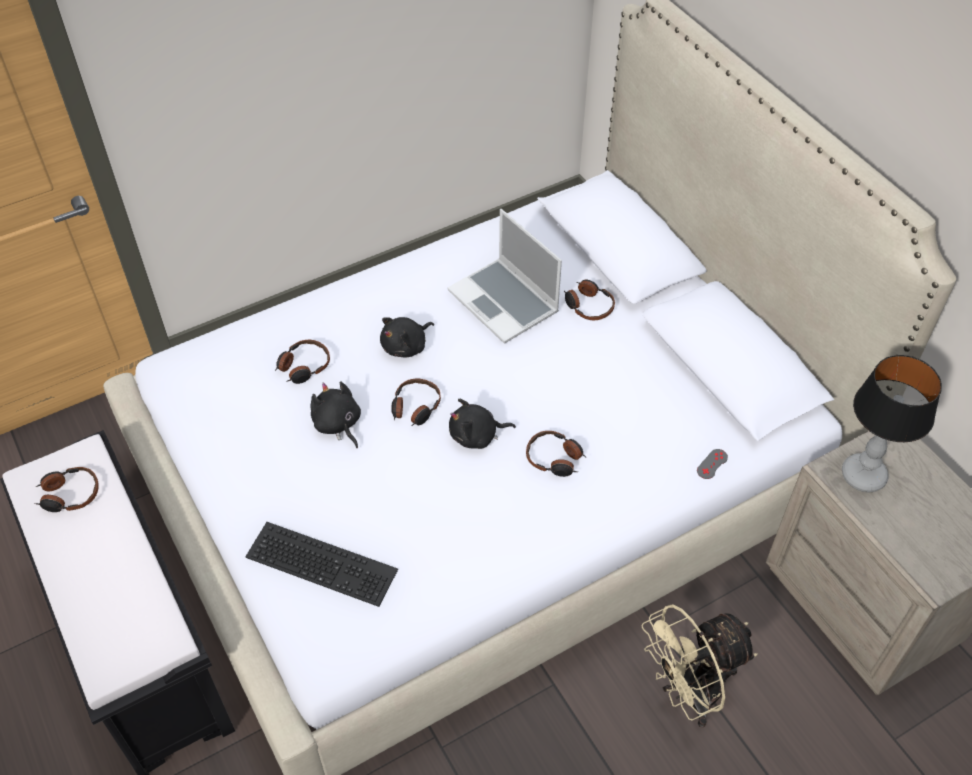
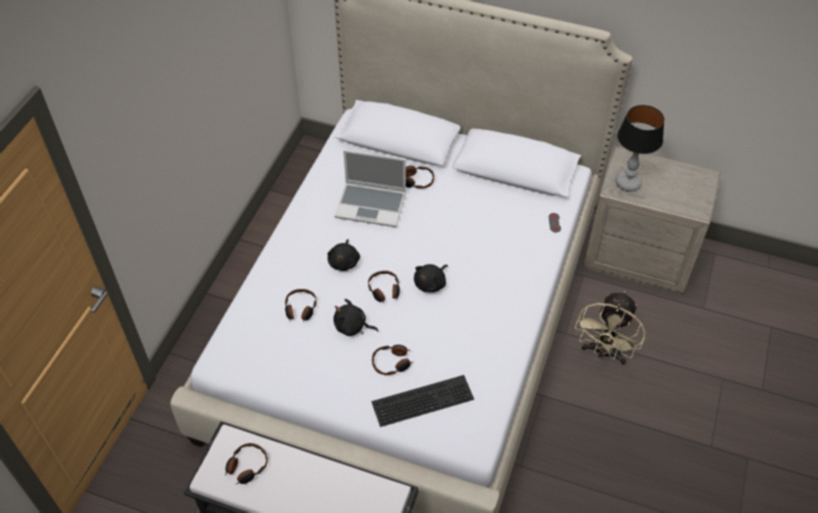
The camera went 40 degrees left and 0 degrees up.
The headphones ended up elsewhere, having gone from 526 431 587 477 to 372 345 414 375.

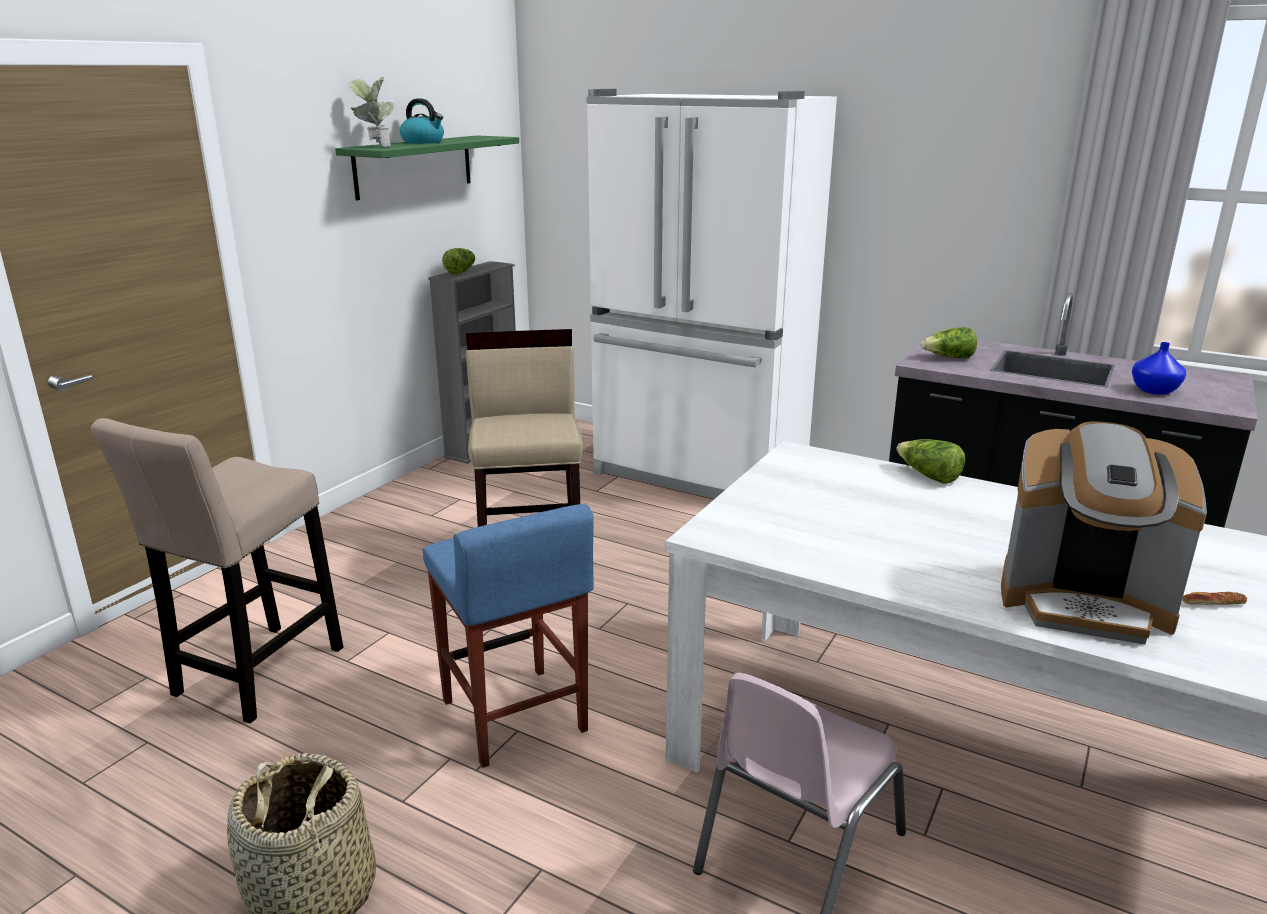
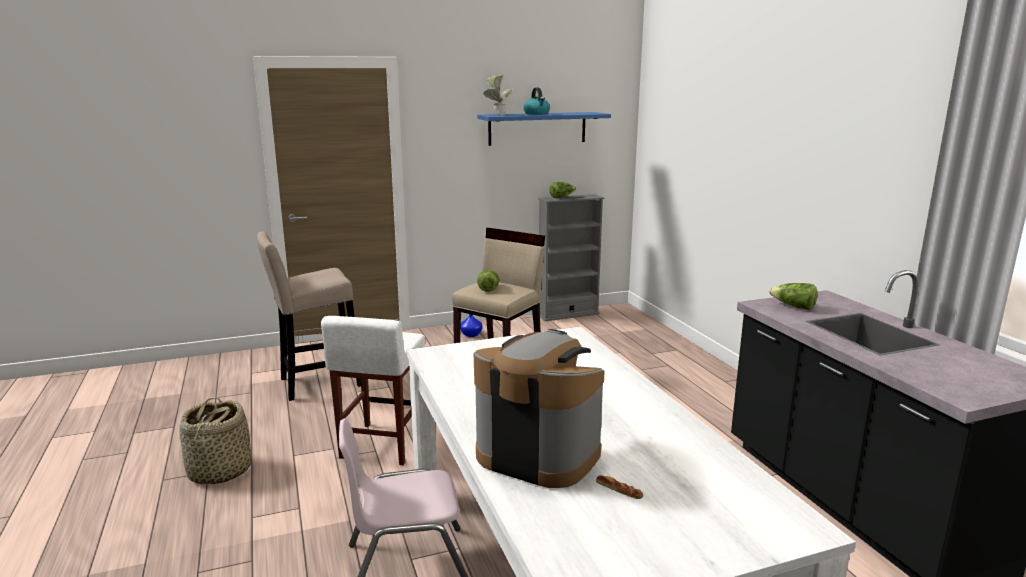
The camera went 40 degrees right and 5 degrees down.
What was the stool (blue) at 423 504 594 768 turned into the stool (white) at 321 316 425 465.
The vase (blue) ended up elsewhere, having gone from 1132 342 1186 395 to 461 314 483 337.
The coffee machine at 1001 421 1207 644 ended up facing another way, 150 degrees clockwise from before.
What was the shelf (green) at 335 135 519 200 turned into the shelf (blue) at 477 112 611 146.
The lettuce ended up elsewhere, having gone from 896 439 965 484 to 477 269 499 292.
The second view lost the fridge (white) at 586 89 837 499.

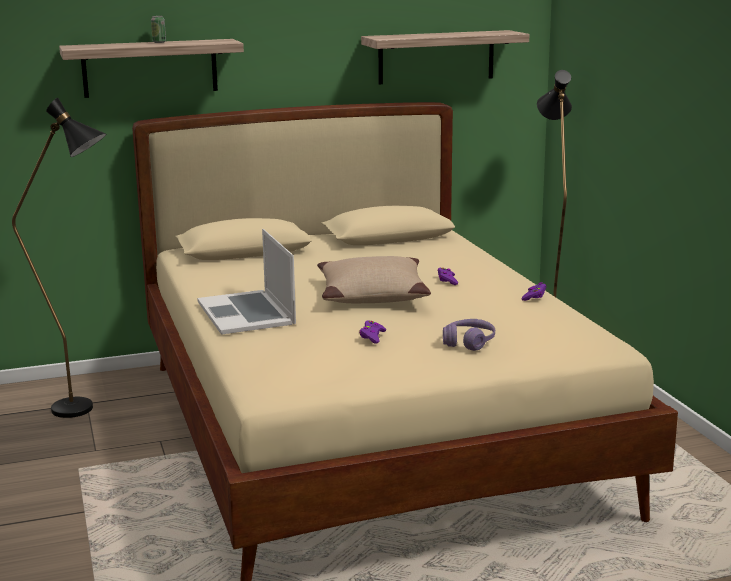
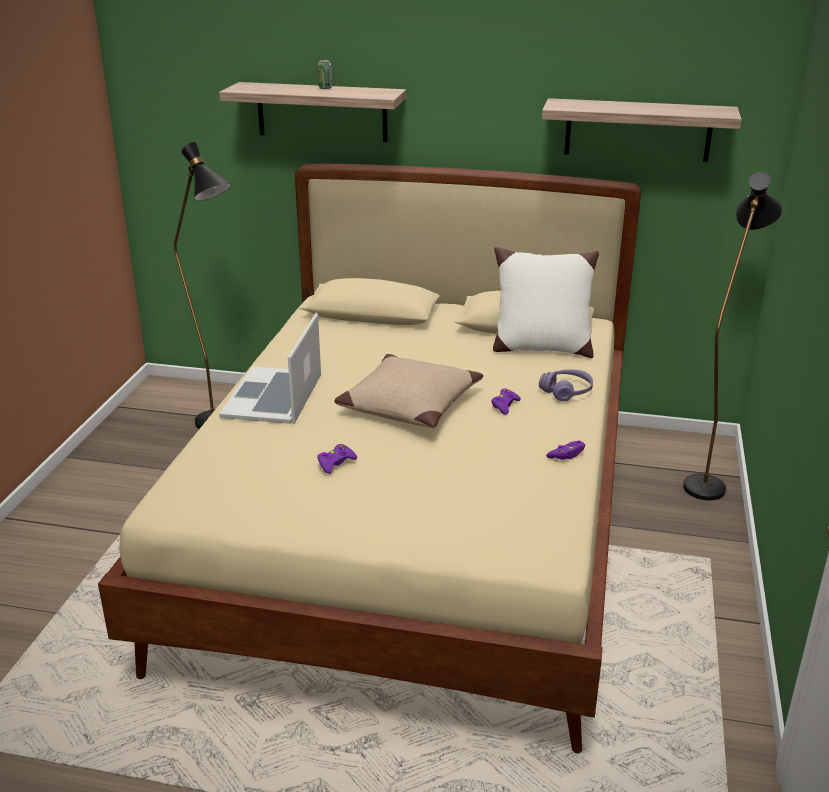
The camera went 30 degrees right and 10 degrees up.
The second view gained the pillow (white) at 493 247 599 358.
The headphones (purple) ended up elsewhere, having gone from 443 319 495 351 to 539 369 593 402.

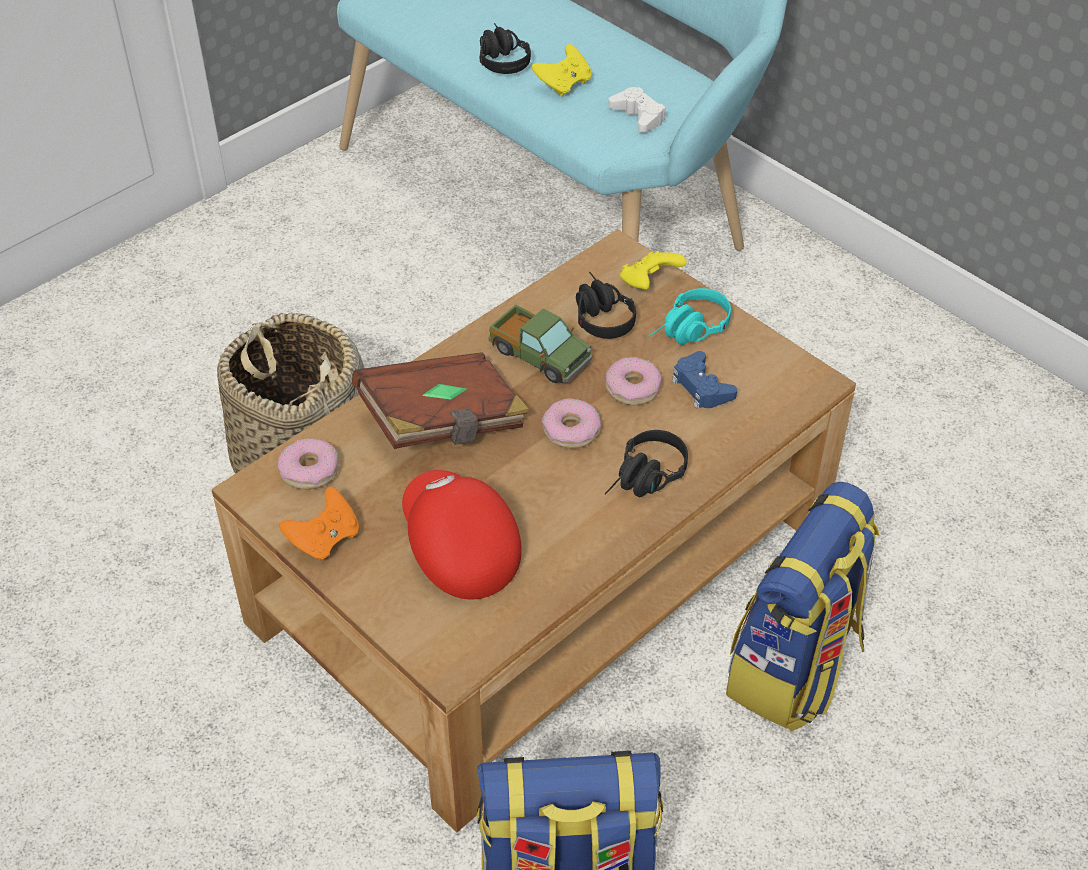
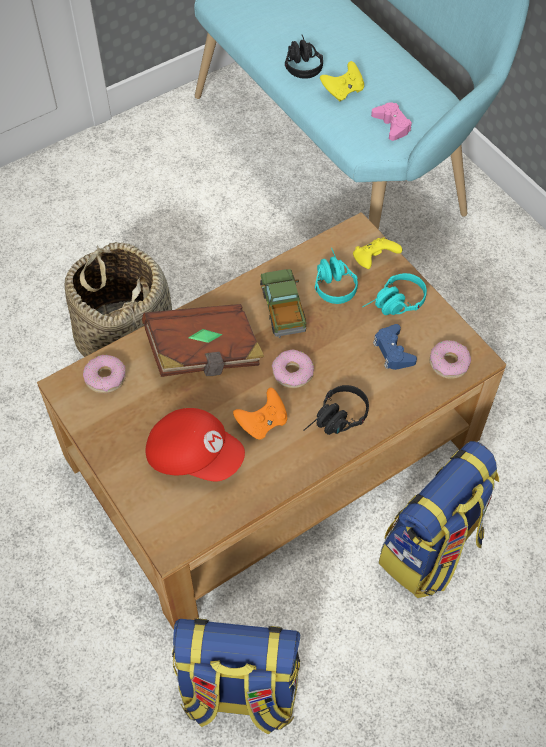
The camera went 10 degrees right and 10 degrees up.
The cap (red) at 402 470 522 600 ended up facing another way, 135 degrees clockwise from before.
The game controller (orange) ended up elsewhere, having gone from 279 487 359 560 to 233 388 287 440.
The toy truck at 489 305 592 383 ended up facing another way, 150 degrees counterclockwise from before.
What was the headphones (black) at 576 272 636 339 turned into the headphones (turquoise) at 315 248 358 304.
What was the game controller (white) at 608 87 665 133 turned into the game controller (pink) at 371 102 412 141.
The donut ended up elsewhere, having gone from 605 357 662 405 to 429 340 471 379.

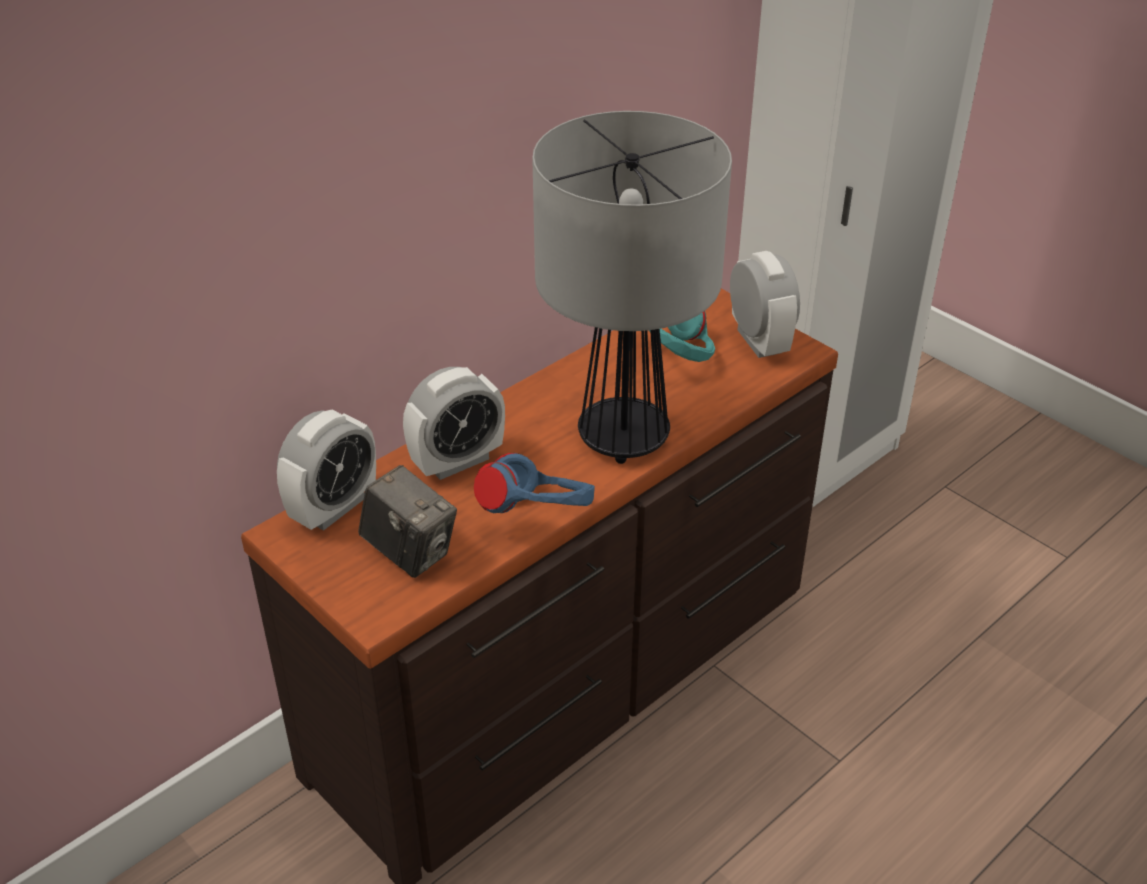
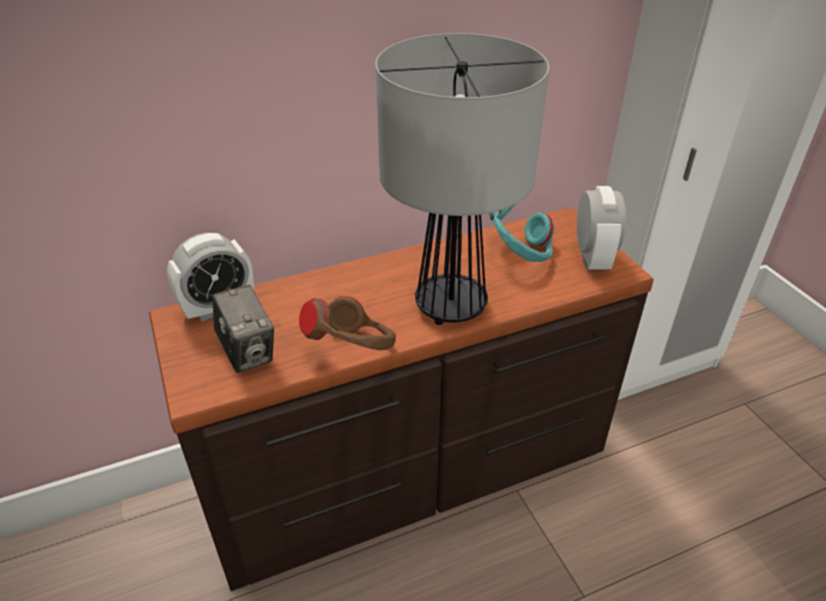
The camera went 20 degrees right and 0 degrees up.
What was the headphones (blue) at 474 453 595 513 turned into the headphones (brown) at 299 296 396 350.
The second view lost the alarm clock at 403 367 505 480.

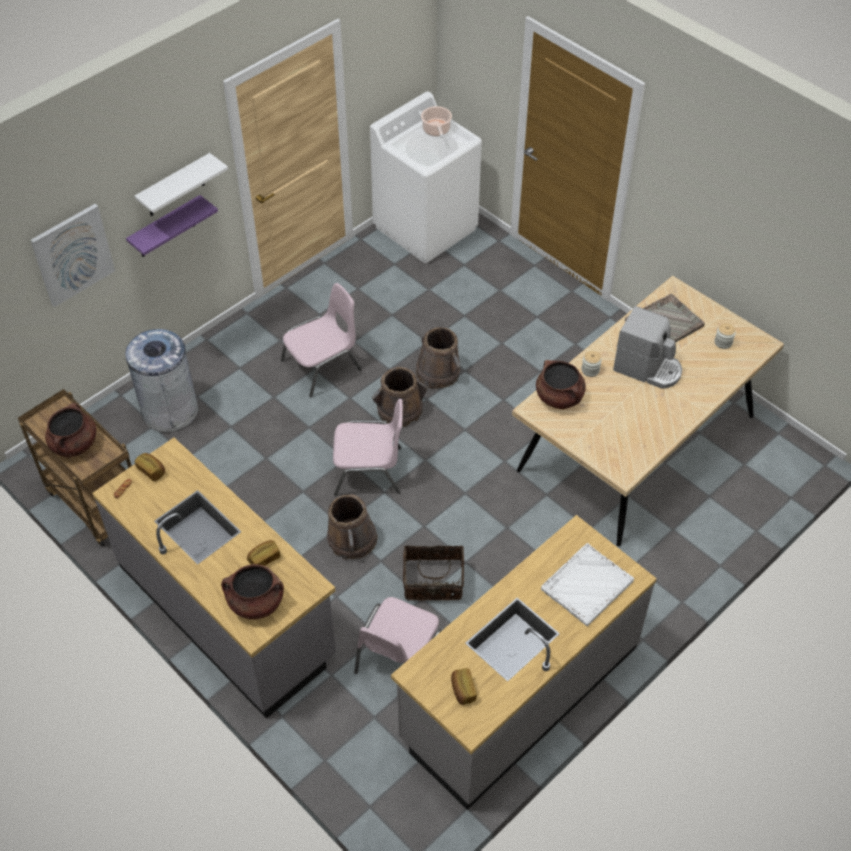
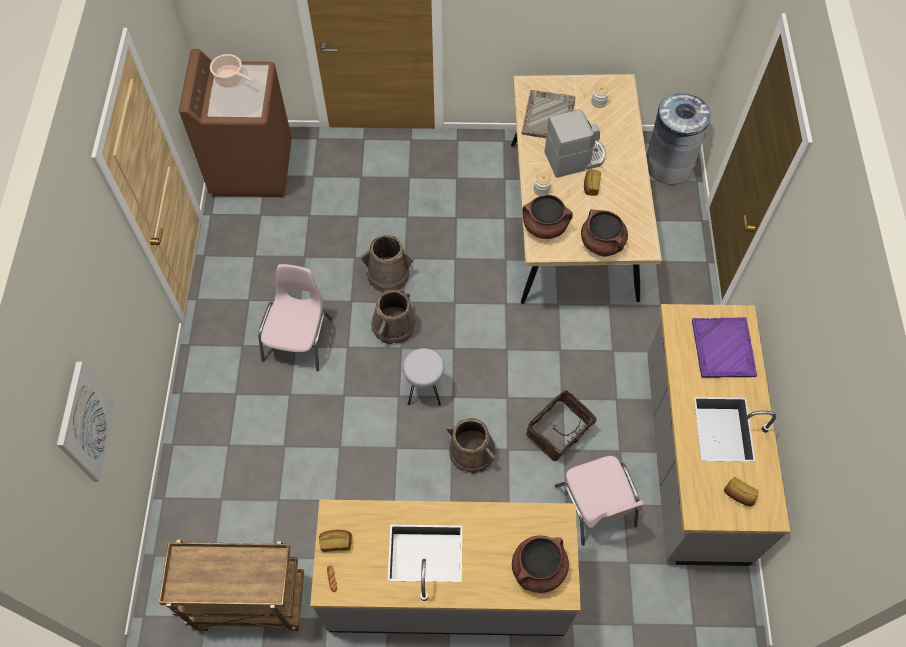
The camera went 45 degrees left and 10 degrees up.
What was the washing machine (white) at 370 92 482 263 turned into the washing machine (brown) at 179 49 292 197.
Where the chair (pink) stood at 333 399 403 496, the stool (grey) came to stand at 403 348 444 406.
The cooking pot (brown) ended up elsewhere, having gone from 45 403 96 458 to 581 209 628 257.
The bread ended up elsewhere, having gone from 247 540 281 566 to 584 170 601 196.
The trash can (grey) ended up elsewhere, having gone from 125 329 198 432 to 646 93 711 184.
What was the tray (white) at 541 543 634 627 turned into the tray (purple) at 692 317 757 378.
The second view lost the shelf (purple) at 126 195 218 257.
The second view lost the shelf (white) at 135 153 228 216.

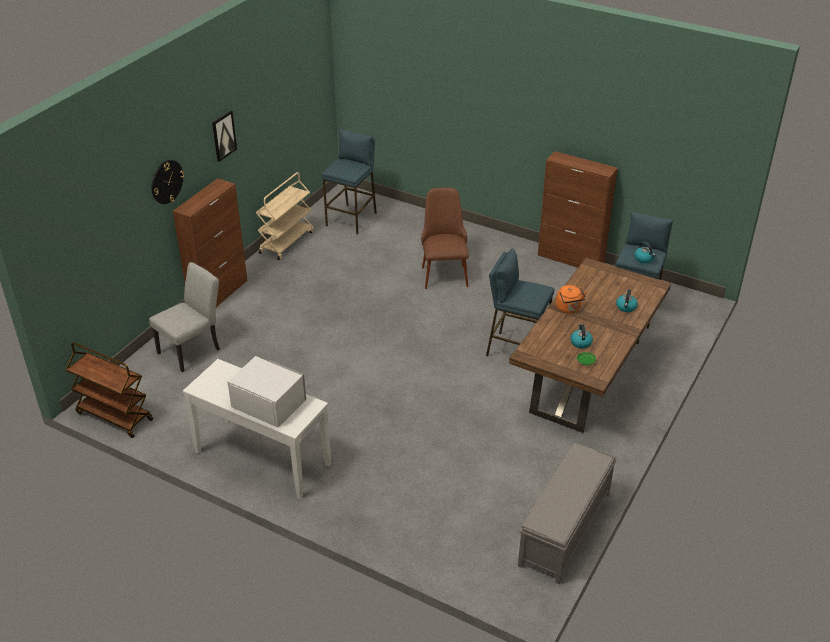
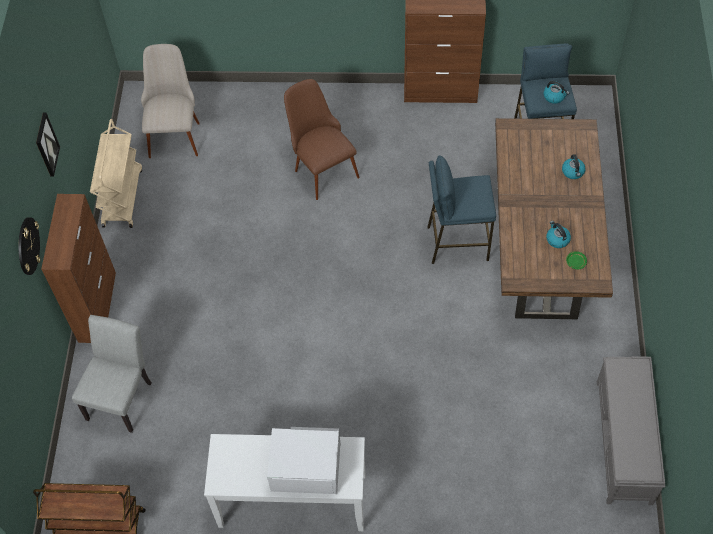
The camera went 25 degrees left and 20 degrees up.
Where the stool (blue) stood at 322 128 377 235, the chair (beige) came to stand at 141 44 200 158.
The second view lost the kettle (orange) at 556 285 586 313.

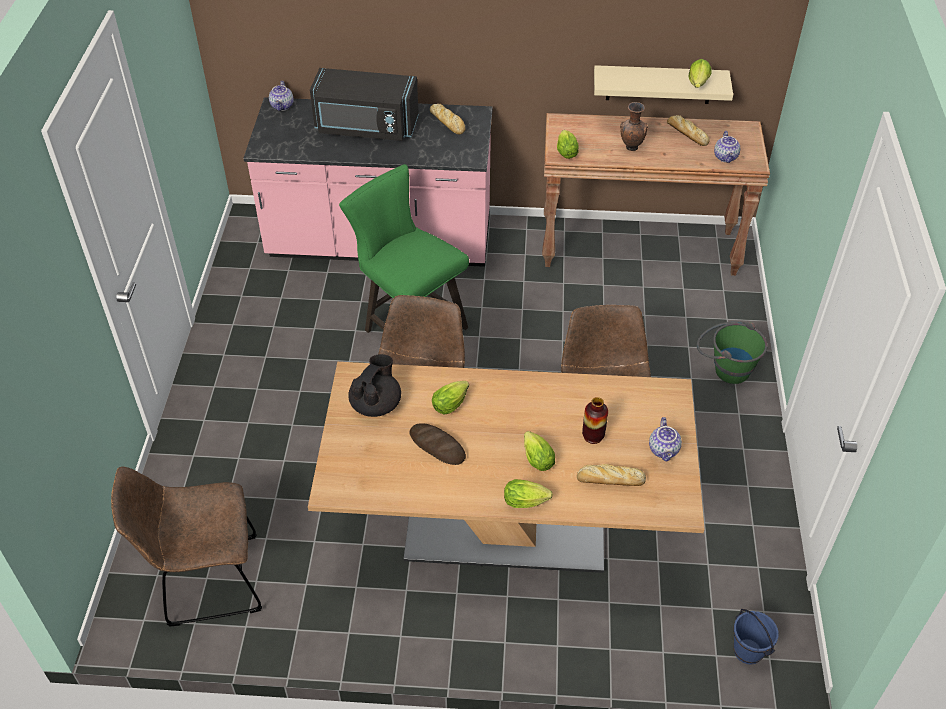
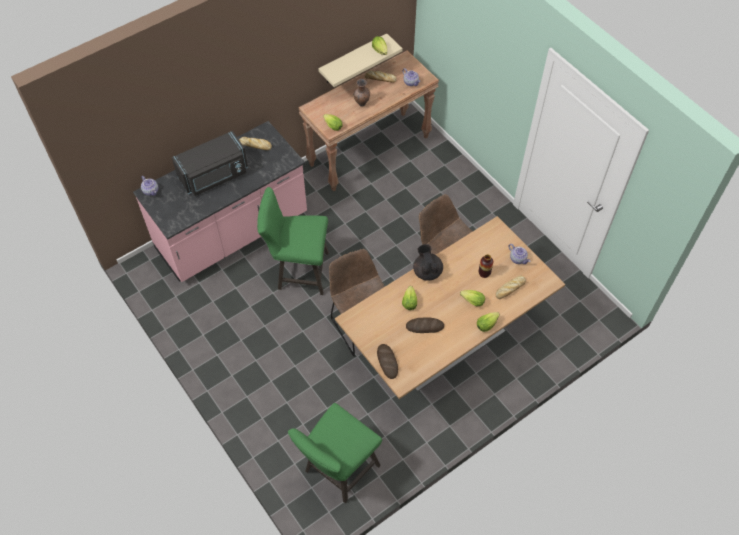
The camera went 40 degrees left and 10 degrees up.
Where the chair (brown) stood at 111 466 262 627, the stool (green) came to stand at 288 403 382 503.
The second view gained the bread at 377 344 398 379.
The teapot (black) ended up elsewhere, having gone from 348 354 401 417 to 413 244 443 281.
The second view lost the bucket (green) at 697 321 767 384.
The second view lost the bucket (blue) at 733 609 779 665.

